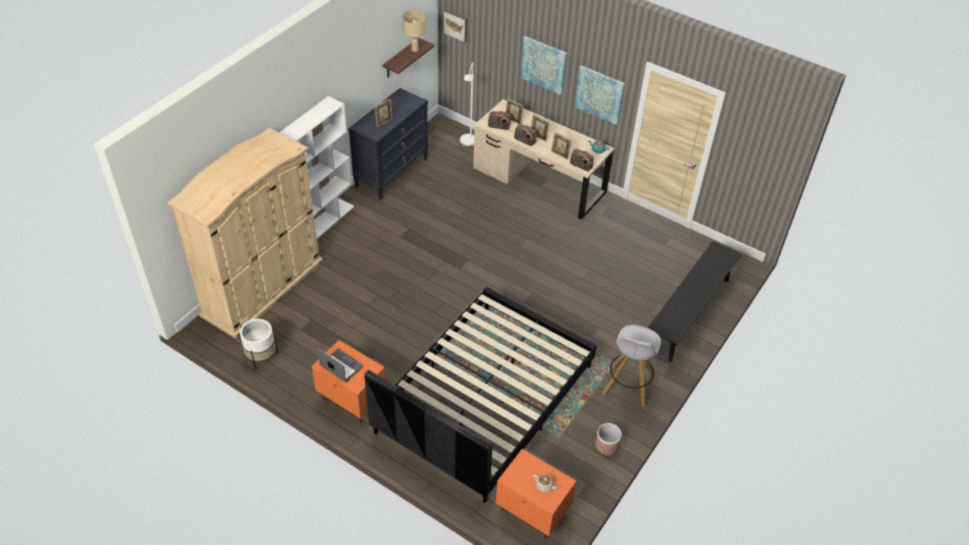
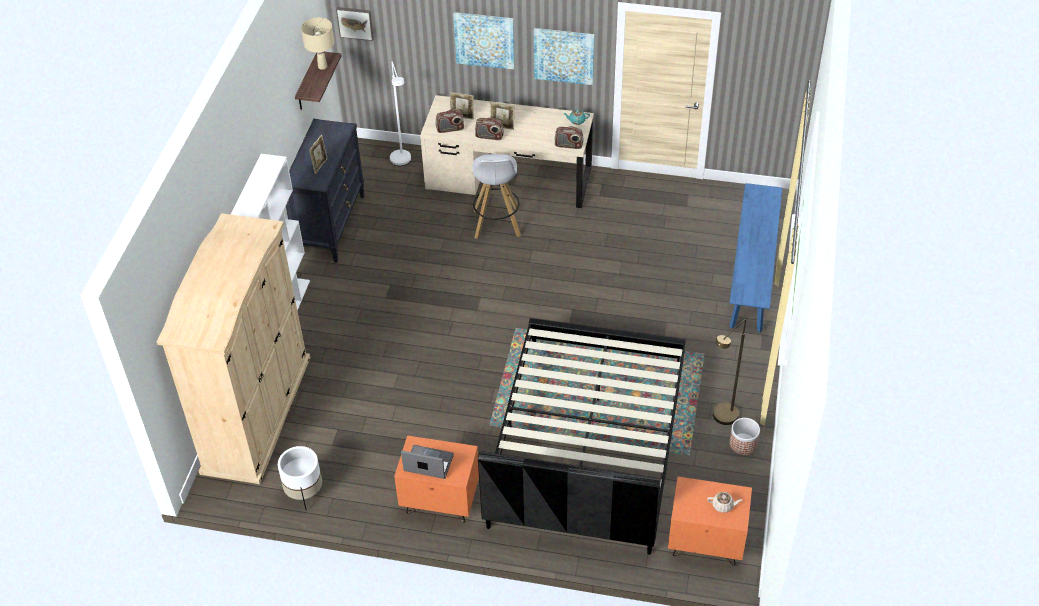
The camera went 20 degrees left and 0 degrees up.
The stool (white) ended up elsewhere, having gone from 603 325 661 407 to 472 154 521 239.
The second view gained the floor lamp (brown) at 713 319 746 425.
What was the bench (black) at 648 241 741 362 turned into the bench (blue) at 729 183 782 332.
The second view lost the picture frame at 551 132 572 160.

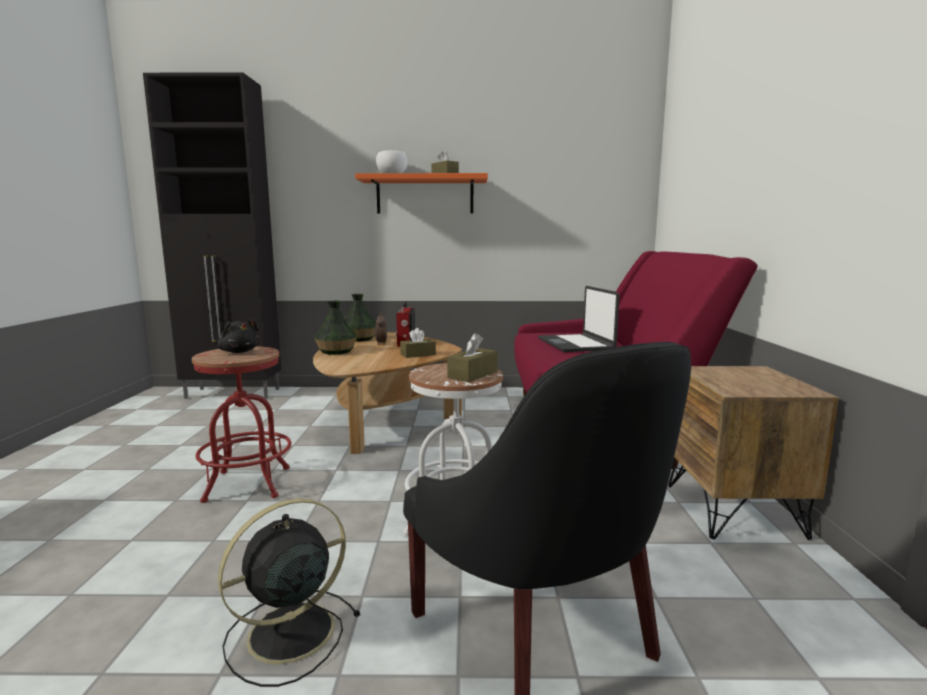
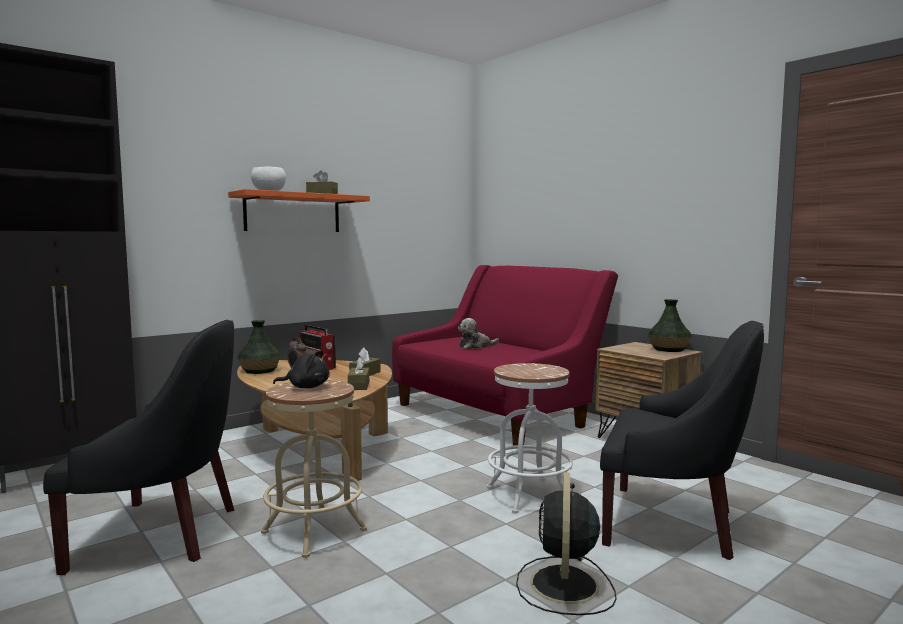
The camera went 40 degrees left and 5 degrees down.
The second view gained the armchair (black) at 43 320 234 575.
What was the stool (red) at 192 346 291 503 turned into the stool (beige) at 261 380 367 558.
The tissue box (brown) ended up elsewhere, having gone from 447 333 498 382 to 348 357 369 390.
Where the laptop stood at 538 286 620 352, the plush toy came to stand at 458 318 499 349.
The vase ended up elsewhere, having gone from 314 301 357 355 to 648 299 692 352.

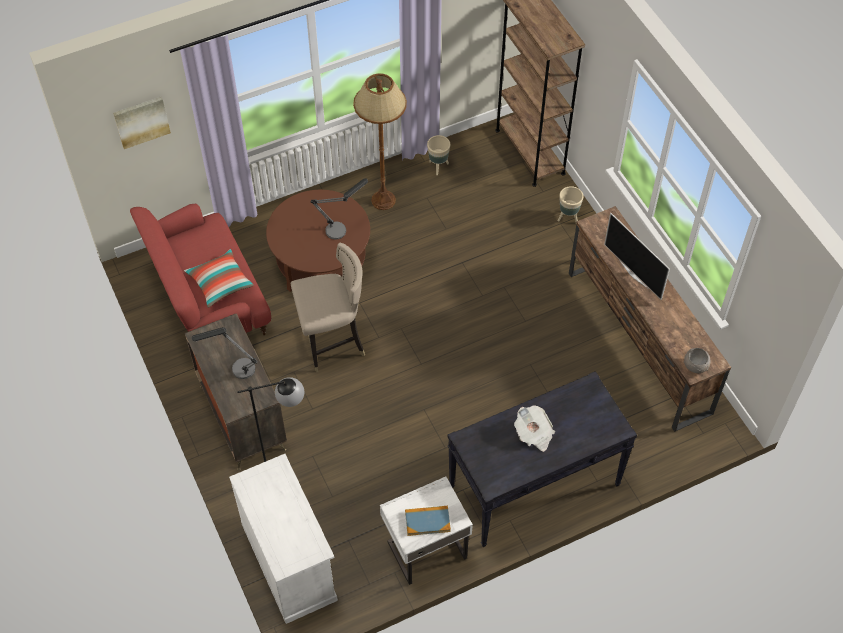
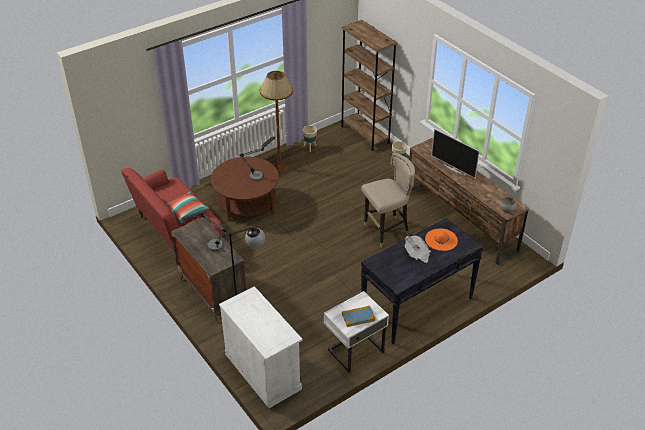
The camera went 10 degrees left and 15 degrees down.
The stool (beige) ended up elsewhere, having gone from 291 243 365 372 to 361 153 415 248.
The second view gained the hat (orange) at 425 229 458 251.
The second view lost the picture at 113 97 171 149.

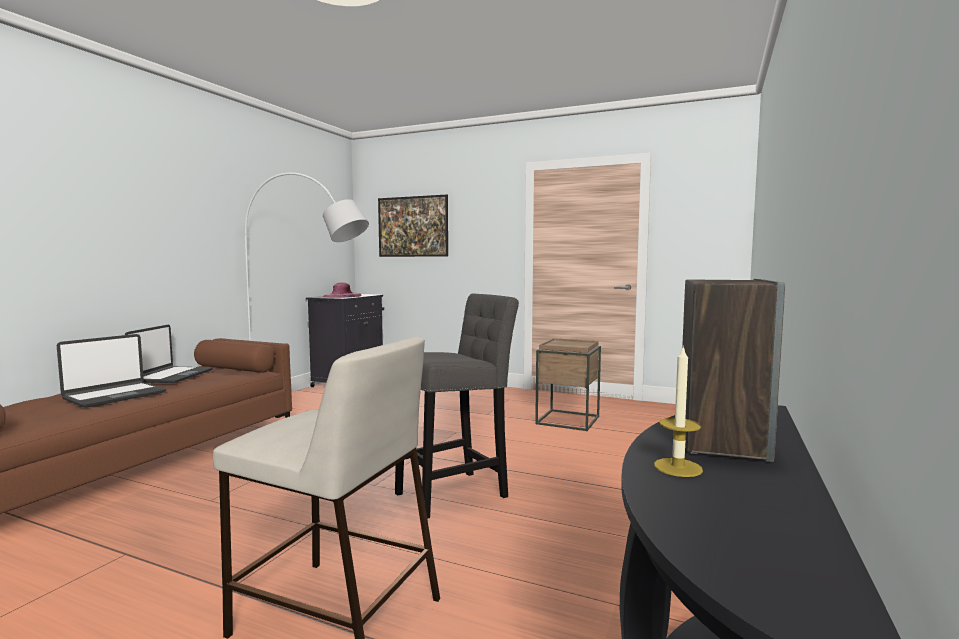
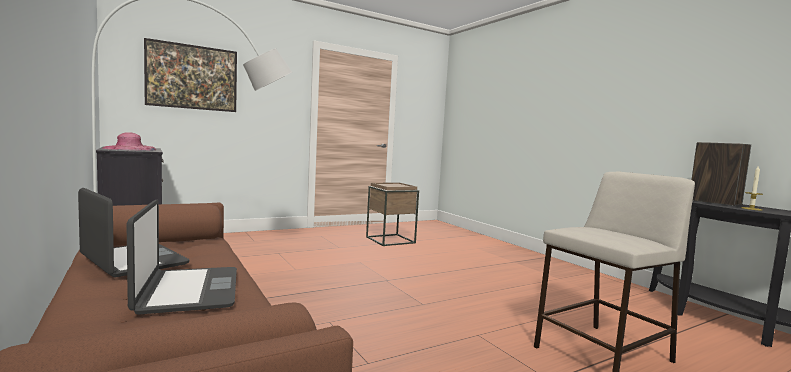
The camera went 55 degrees left and 0 degrees up.
The second view lost the stool (grey) at 395 294 519 519.

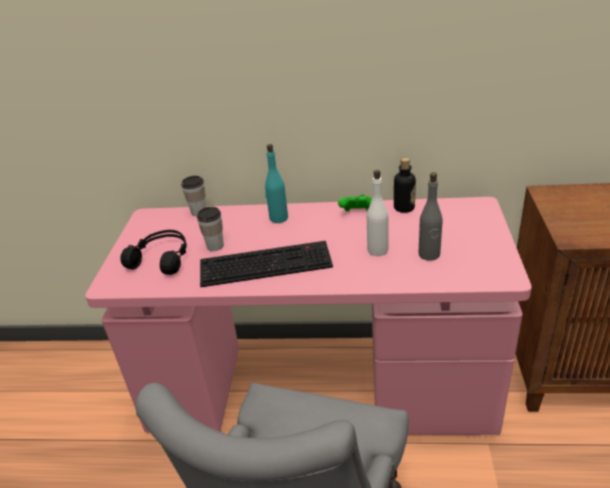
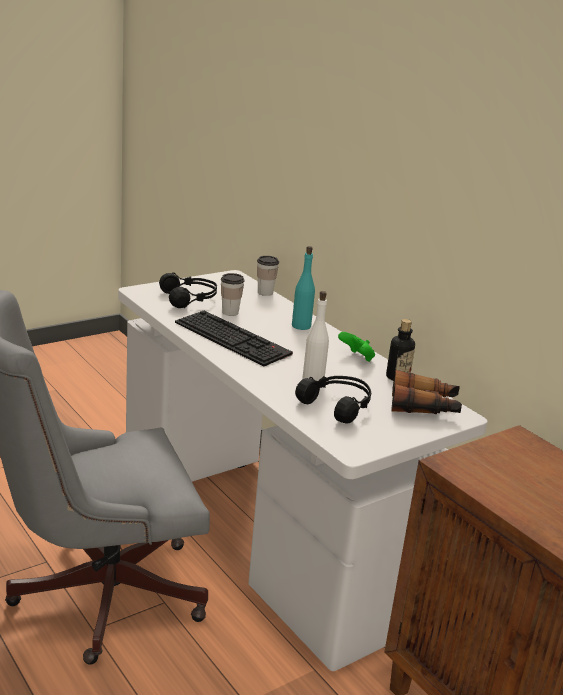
The camera went 45 degrees right and 10 degrees down.
What was the desk (pink) at 85 197 532 435 turned into the desk (white) at 118 270 488 671.
Where the bottle (grey) stood at 418 172 442 261, the headphones (black) came to stand at 295 376 371 423.
The second view gained the binoculars at 391 370 462 414.

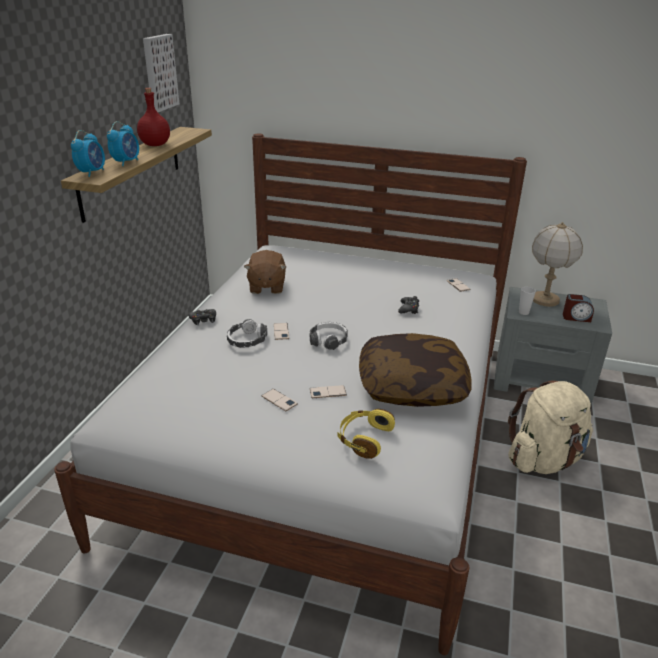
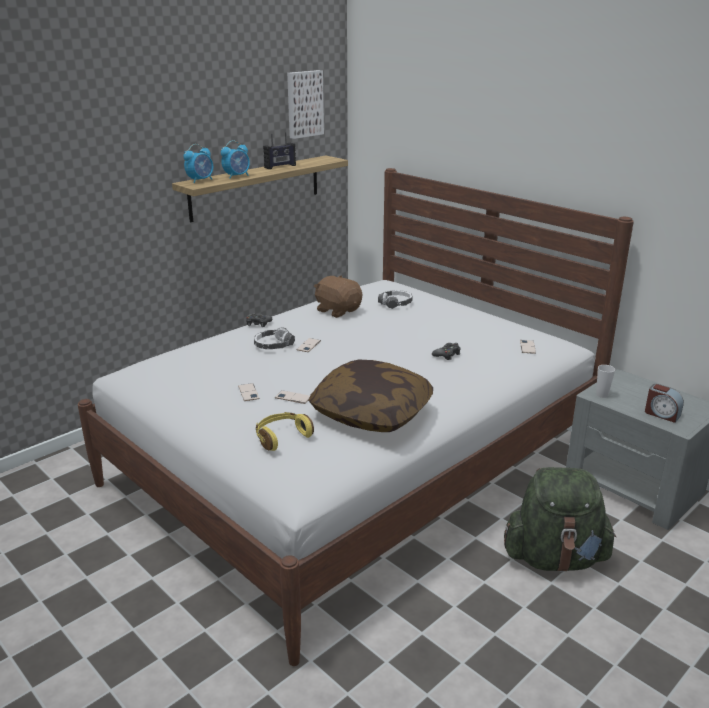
The camera went 30 degrees right and 5 degrees down.
Where the bottle (red) stood at 137 88 170 146, the radio came to stand at 263 132 296 169.
The plush toy (brown) at 244 250 286 294 ended up facing another way, 105 degrees clockwise from before.
The headphones ended up elsewhere, having gone from 309 322 348 350 to 378 290 413 309.
What was the backpack (beige) at 508 380 593 474 turned into the backpack (green) at 504 467 616 572.
The second view lost the table lamp at 532 222 583 307.

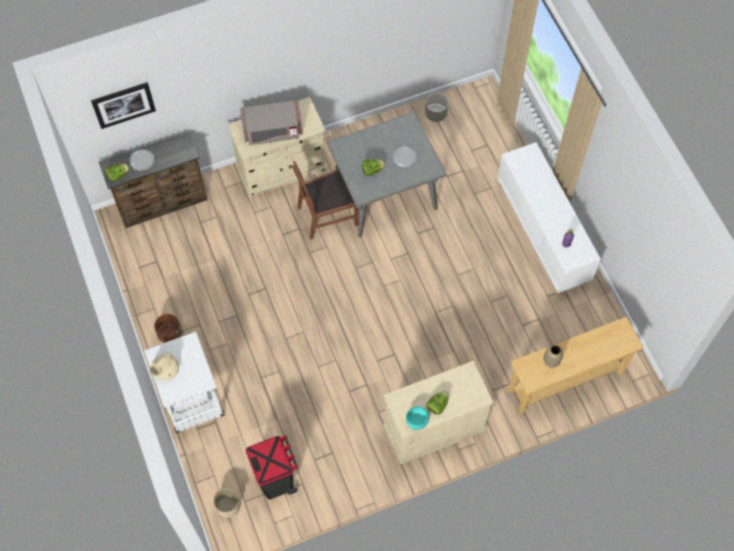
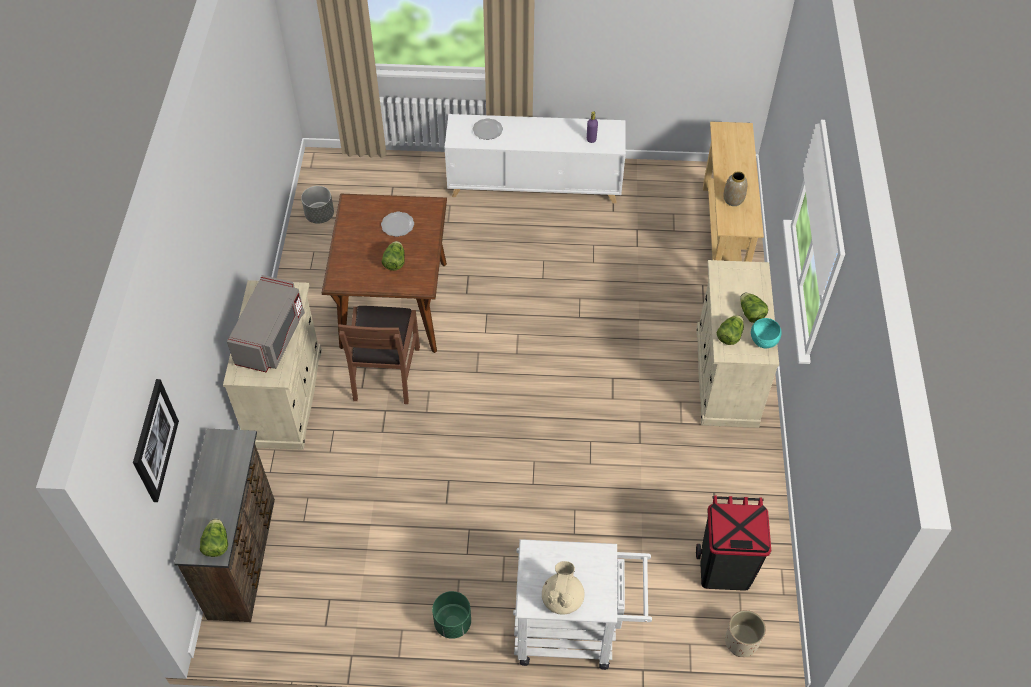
The camera went 65 degrees left and 10 degrees down.
What was the dining table (grey) at 327 112 447 237 turned into the dining table (brown) at 322 194 447 353.
What was the planter (brown) at 154 314 182 343 turned into the planter (green) at 432 591 471 639.
The plate ended up elsewhere, having gone from 129 149 154 171 to 472 118 503 140.
The teapot (beige) at 149 352 179 380 ended up facing another way, 150 degrees counterclockwise from before.
The second view gained the lettuce at 716 315 744 345.

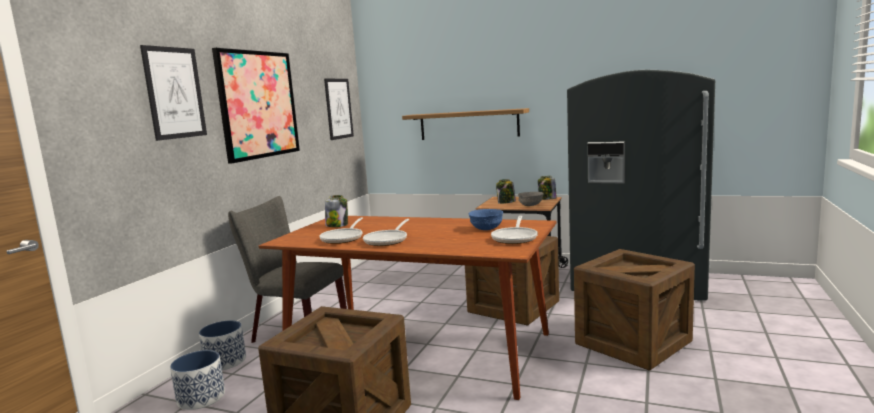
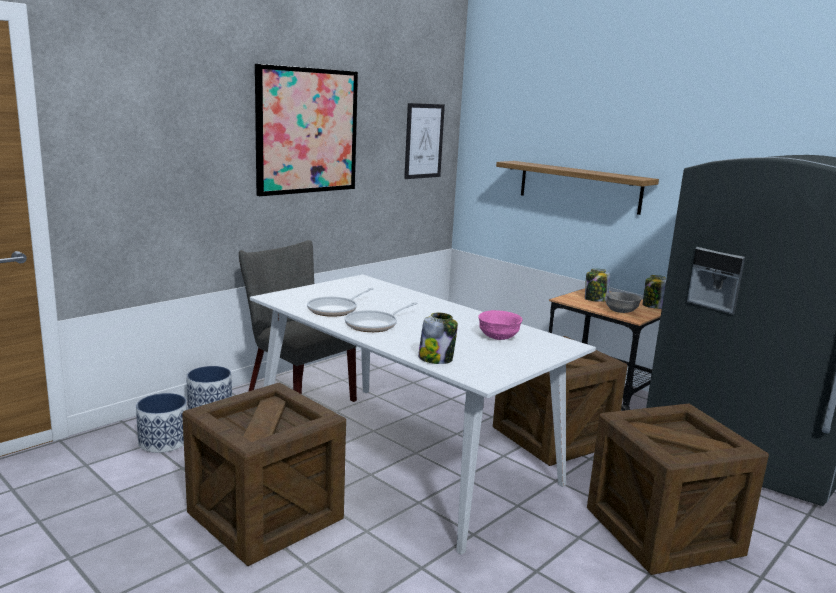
The camera went 20 degrees right and 5 degrees up.
What was the dining table (brown) at 259 216 556 400 turned into the dining table (white) at 250 275 596 555.
The jar ended up elsewhere, having gone from 325 195 348 227 to 418 312 458 364.
What was the bowl (blue) at 469 209 503 230 turned into the bowl (pink) at 478 310 522 340.
The second view lost the picture at 140 45 207 141.
The second view lost the frying pan at 491 216 538 244.

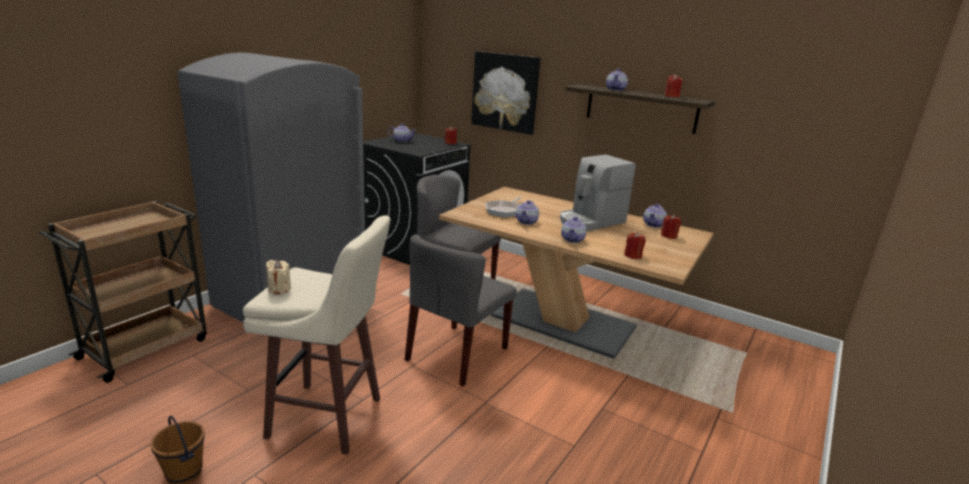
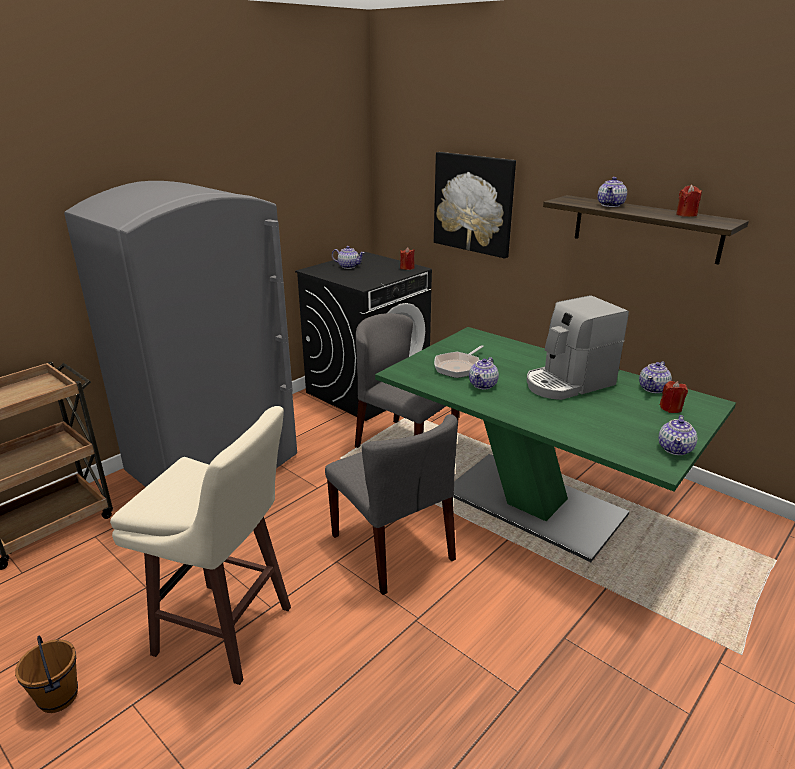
The camera went 10 degrees right and 5 degrees up.
The chair (grey) at 405 234 517 387 ended up facing another way, 75 degrees counterclockwise from before.
What was the dining table (brown) at 439 187 714 359 turned into the dining table (green) at 375 327 736 562.
The teapot ended up elsewhere, having gone from 561 217 587 243 to 659 415 697 455.
The second view lost the candle (beige) at 266 260 291 294.
The second view lost the candle (red) at 624 232 646 259.

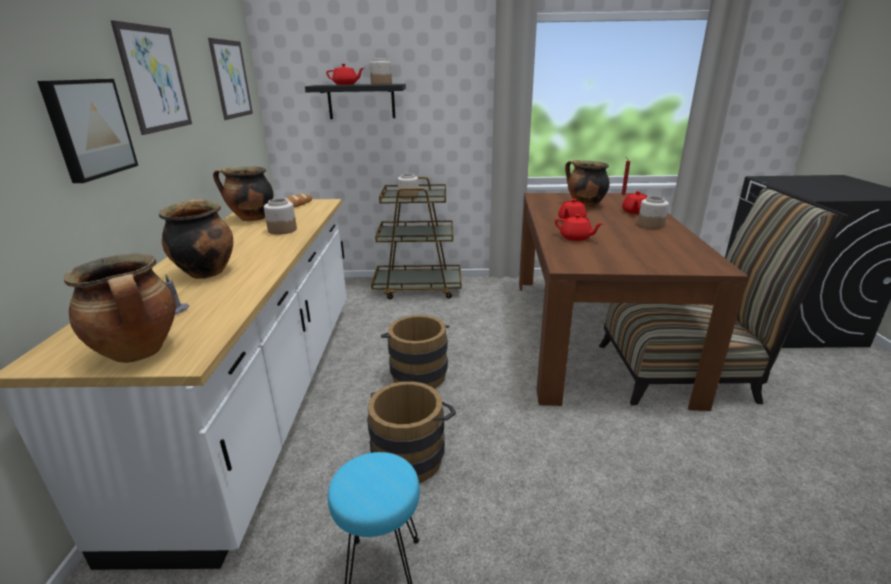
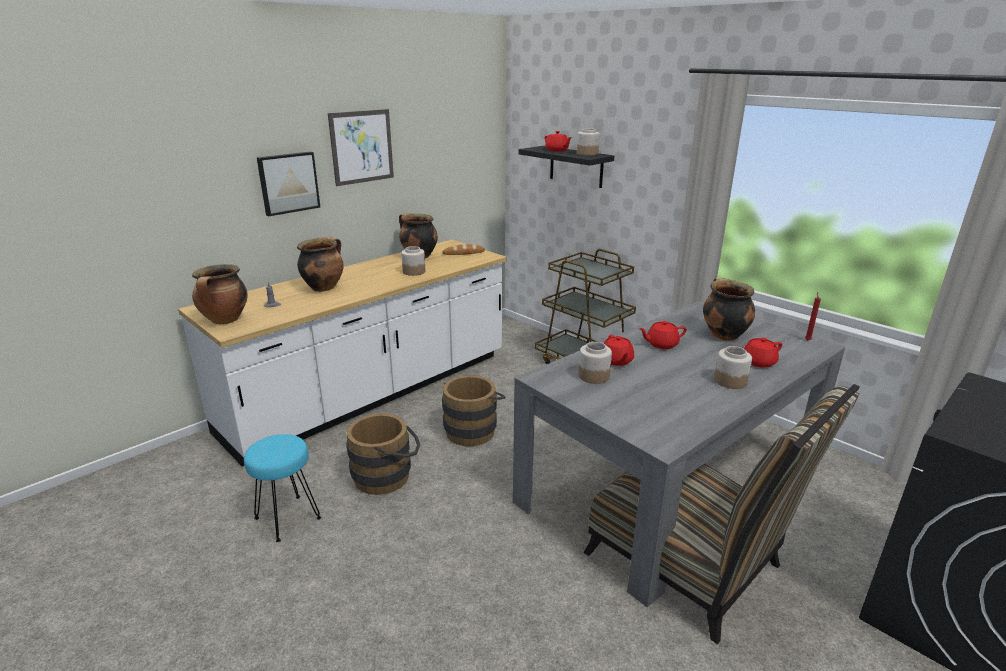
The camera went 45 degrees right and 0 degrees up.
What was the dining table (brown) at 519 193 748 411 turned into the dining table (grey) at 513 300 845 607.
The jar ended up elsewhere, having gone from 398 174 419 199 to 578 342 612 384.
The second view lost the picture at 208 38 253 120.

